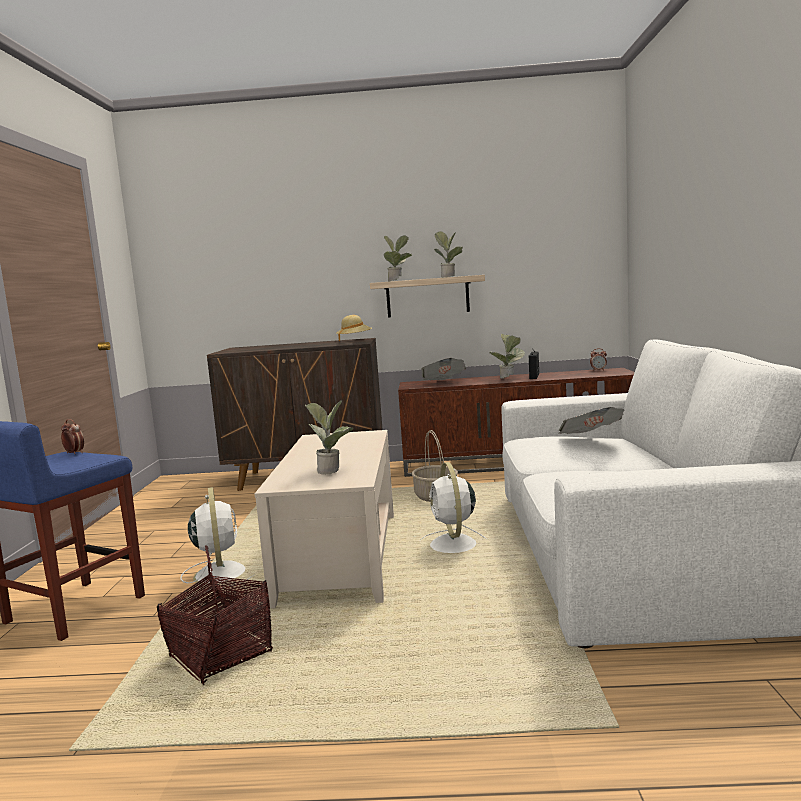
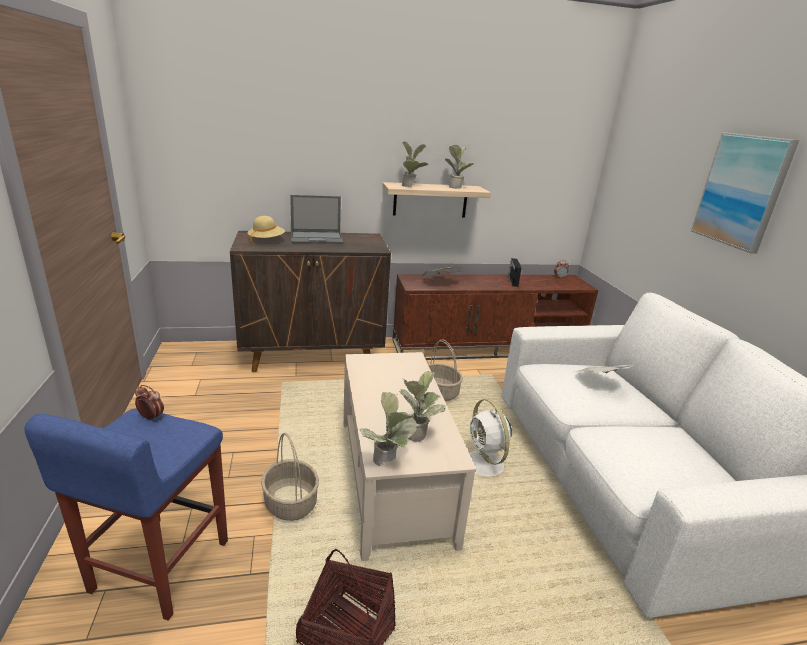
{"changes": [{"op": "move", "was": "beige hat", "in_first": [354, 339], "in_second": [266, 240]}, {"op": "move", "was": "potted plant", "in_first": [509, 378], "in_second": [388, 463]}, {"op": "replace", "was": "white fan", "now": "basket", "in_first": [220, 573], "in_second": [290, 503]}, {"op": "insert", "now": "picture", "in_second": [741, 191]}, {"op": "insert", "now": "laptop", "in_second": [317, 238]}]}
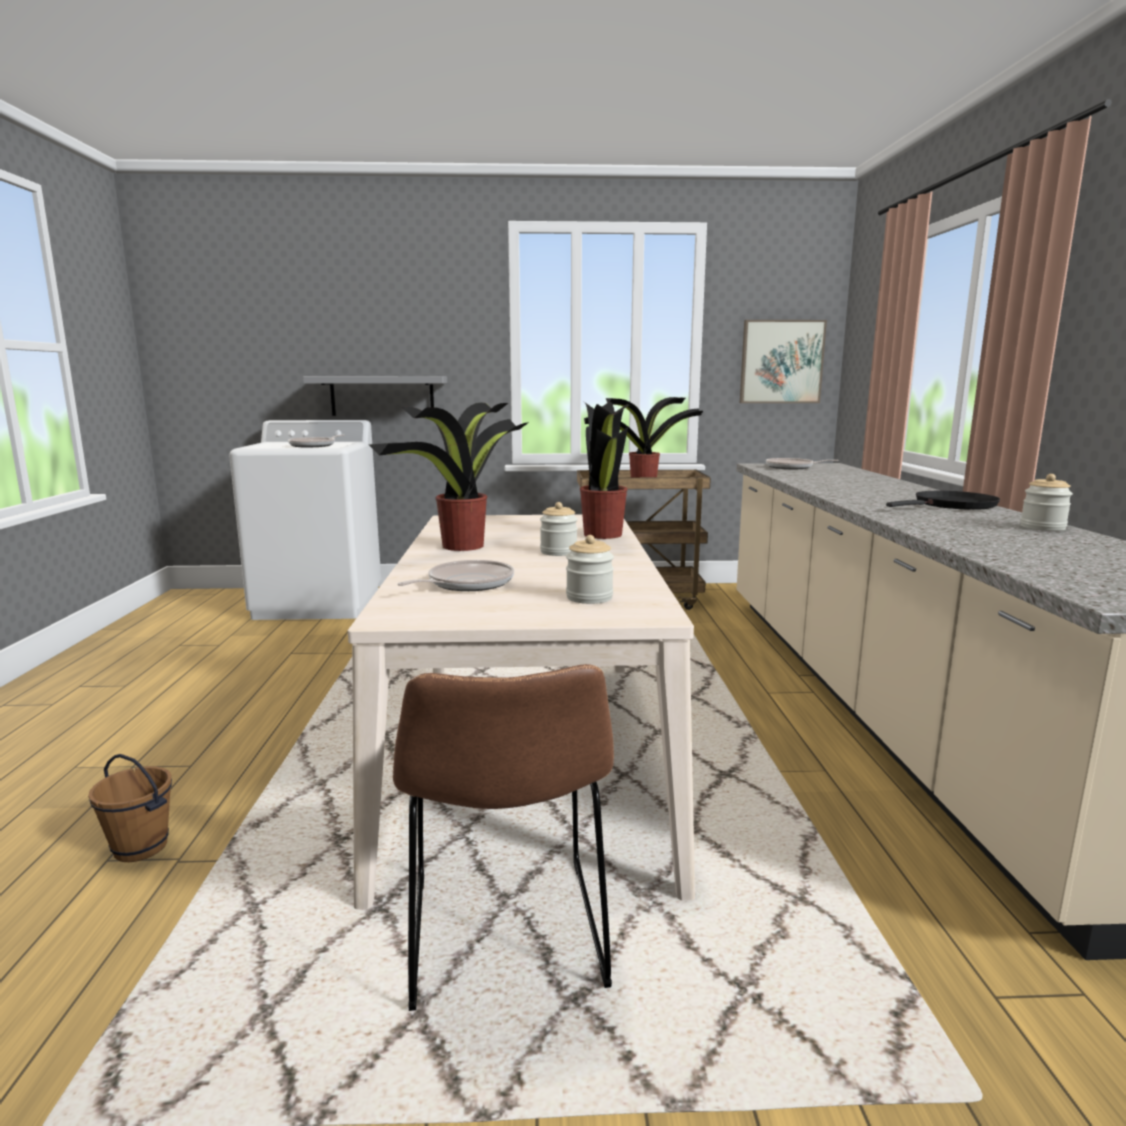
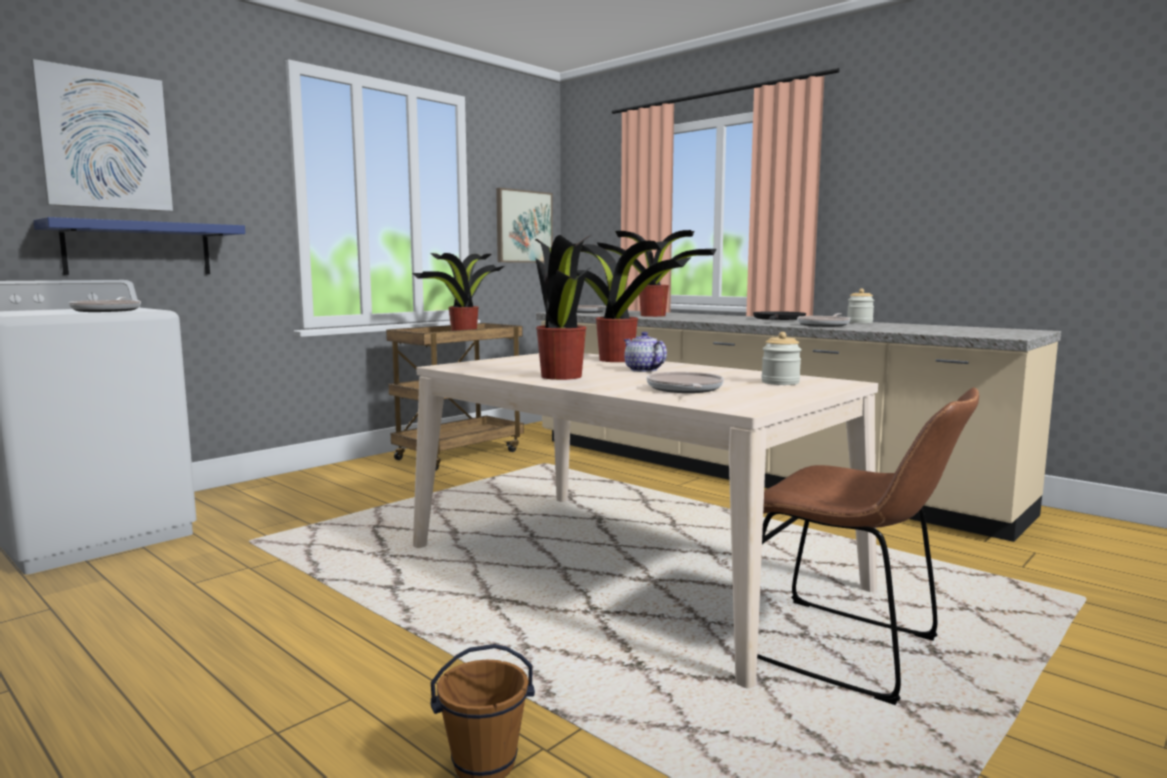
{"changes": [{"op": "recolor", "was": "grey shelf", "now": "blue shelf", "in_first": [382, 396], "in_second": [138, 249]}, {"op": "replace", "was": "jar", "now": "teapot", "in_first": [558, 552], "in_second": [643, 370]}, {"op": "insert", "now": "picture", "in_second": [105, 140]}, {"op": "insert", "now": "potted plant", "in_second": [654, 315]}, {"op": "insert", "now": "frying pan", "in_second": [824, 325]}]}
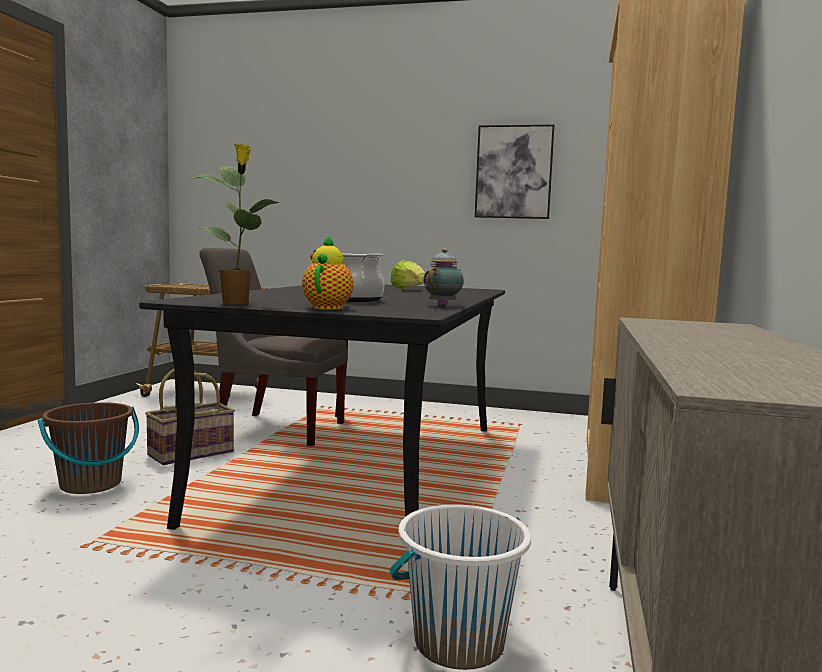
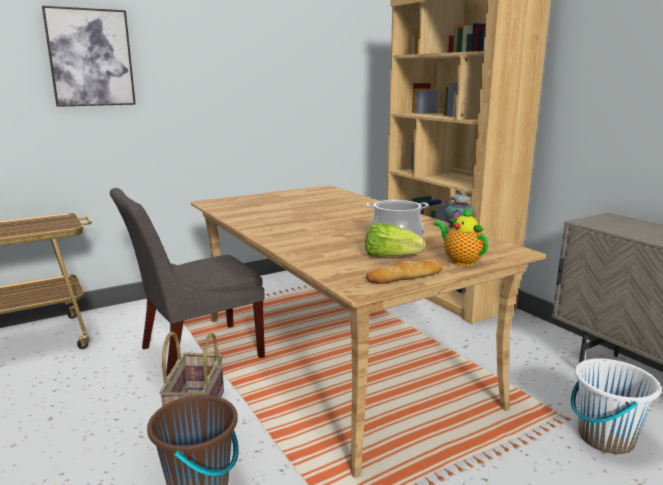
{"changes": [{"op": "move", "was": "picture", "in_first": [514, 172], "in_second": [91, 58]}, {"op": "replace", "was": "potted plant", "now": "bread", "in_first": [237, 303], "in_second": [406, 277]}, {"op": "move", "was": "lettuce", "in_first": [409, 290], "in_second": [390, 257]}, {"op": "recolor", "was": "black dining table", "now": "beige dining table", "in_first": [366, 469], "in_second": [338, 358]}]}
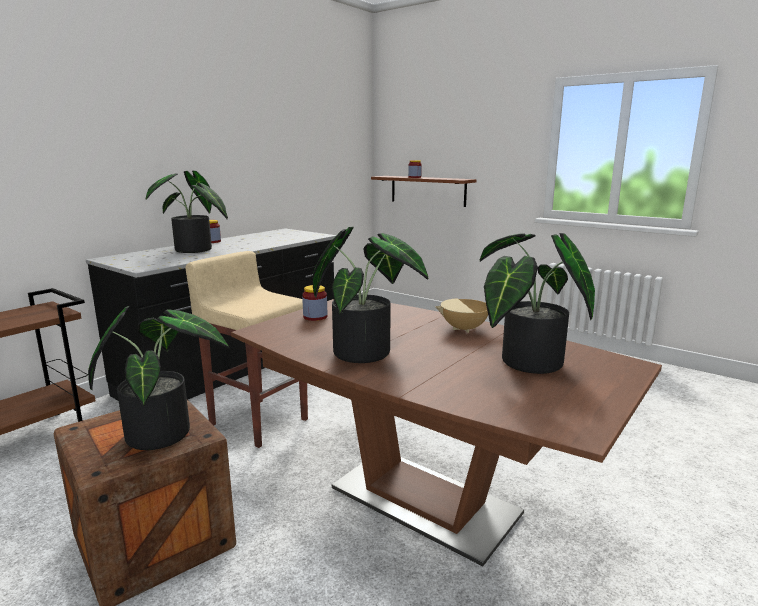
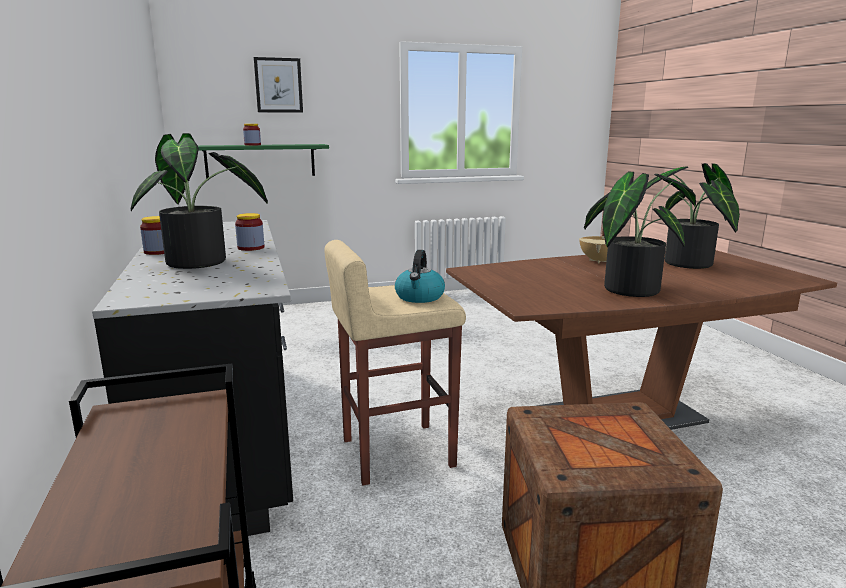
{"changes": [{"op": "recolor", "was": "brown shelf", "now": "green shelf", "in_first": [427, 190], "in_second": [260, 161]}, {"op": "move", "was": "jar", "in_first": [315, 317], "in_second": [251, 248]}, {"op": "delete", "was": "potted plant", "in_first": [164, 431]}, {"op": "insert", "now": "picture", "in_second": [278, 85]}, {"op": "insert", "now": "kettle", "in_second": [419, 297]}]}
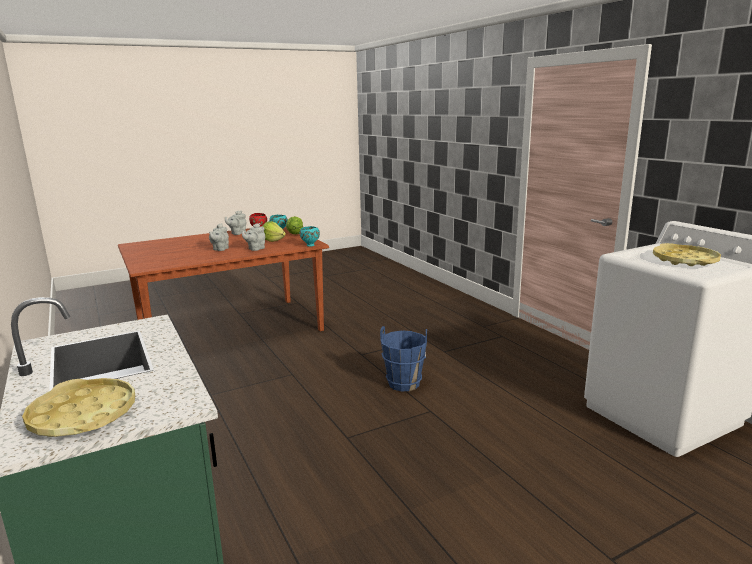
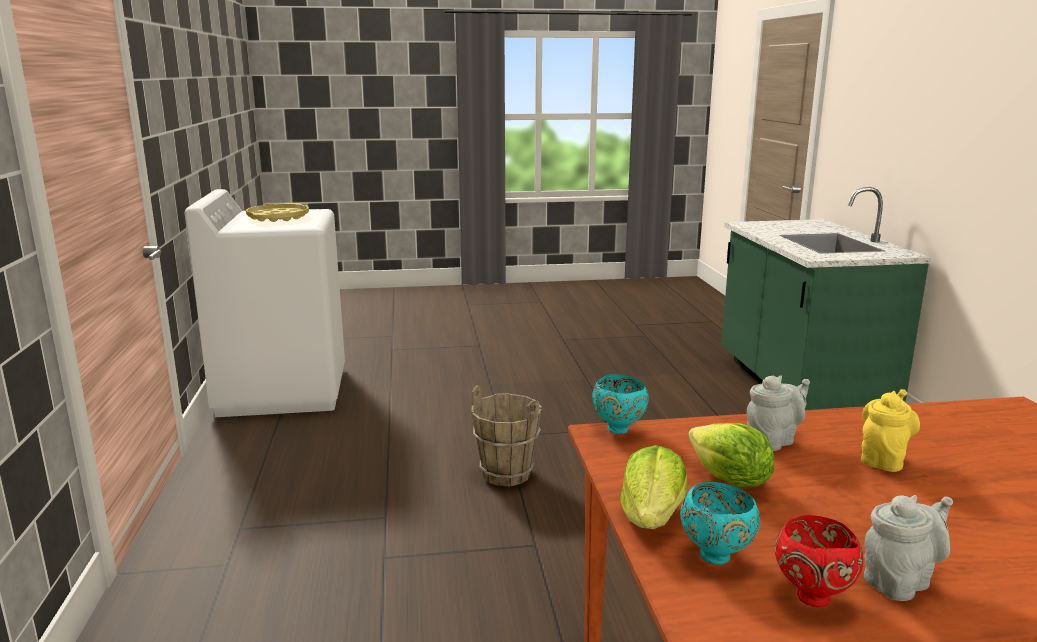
{"changes": [{"op": "recolor", "was": "grey teapot", "now": "yellow teapot", "in_first": [220, 249], "in_second": [883, 459]}, {"op": "recolor", "was": "blue bucket", "now": "brown bucket", "in_first": [404, 384], "in_second": [507, 474]}, {"op": "delete", "was": "yellow tray", "in_first": [83, 415]}]}
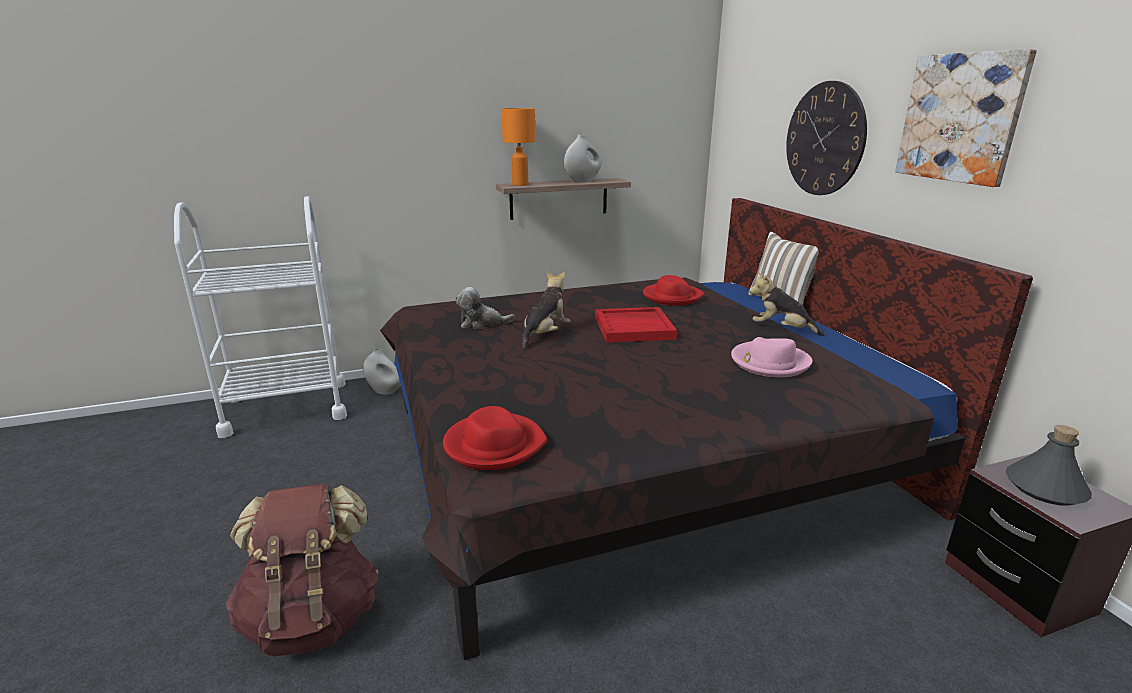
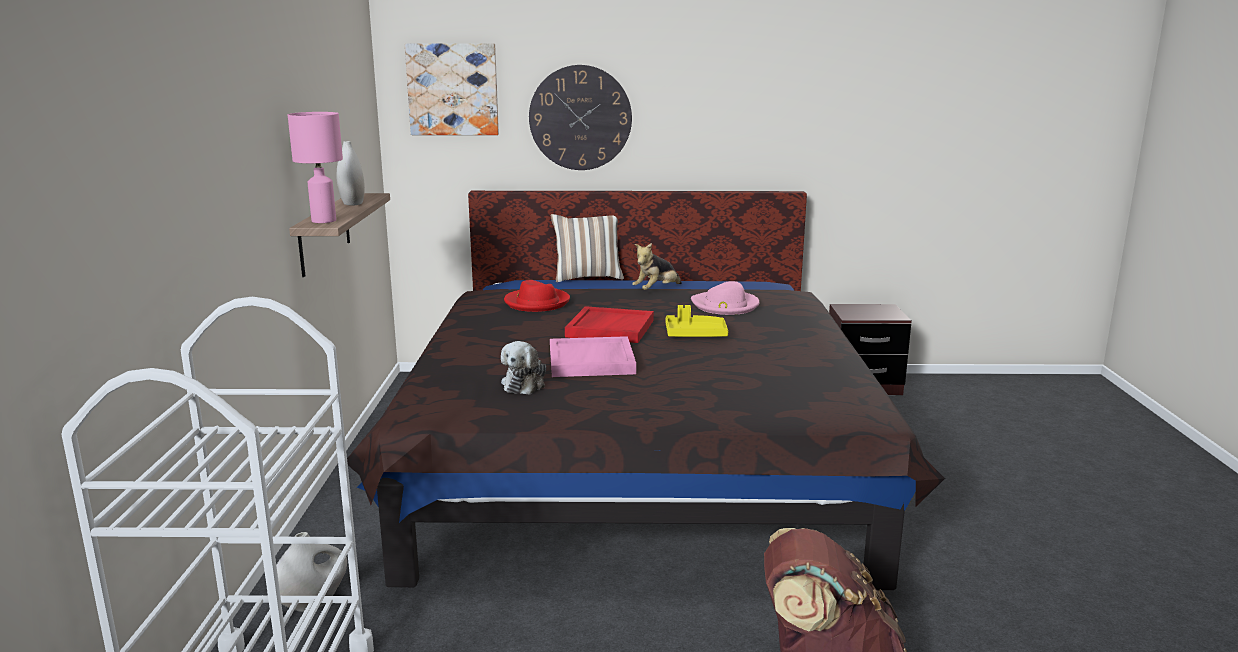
{"changes": [{"op": "move", "was": "picture", "in_first": [961, 118], "in_second": [453, 89]}, {"op": "recolor", "was": "orange table lamp", "now": "pink table lamp", "in_first": [520, 184], "in_second": [324, 221]}, {"op": "replace", "was": "plush toy", "now": "pink tray", "in_first": [545, 334], "in_second": [592, 361]}, {"op": "delete", "was": "red hat", "in_first": [494, 445]}, {"op": "delete", "was": "grey bottle", "in_first": [1044, 488]}, {"op": "insert", "now": "yellow tray", "in_second": [695, 335]}]}
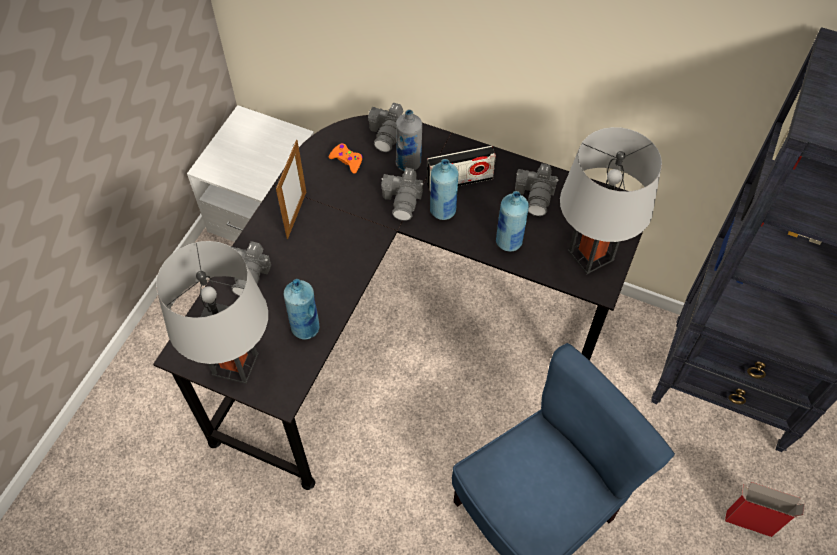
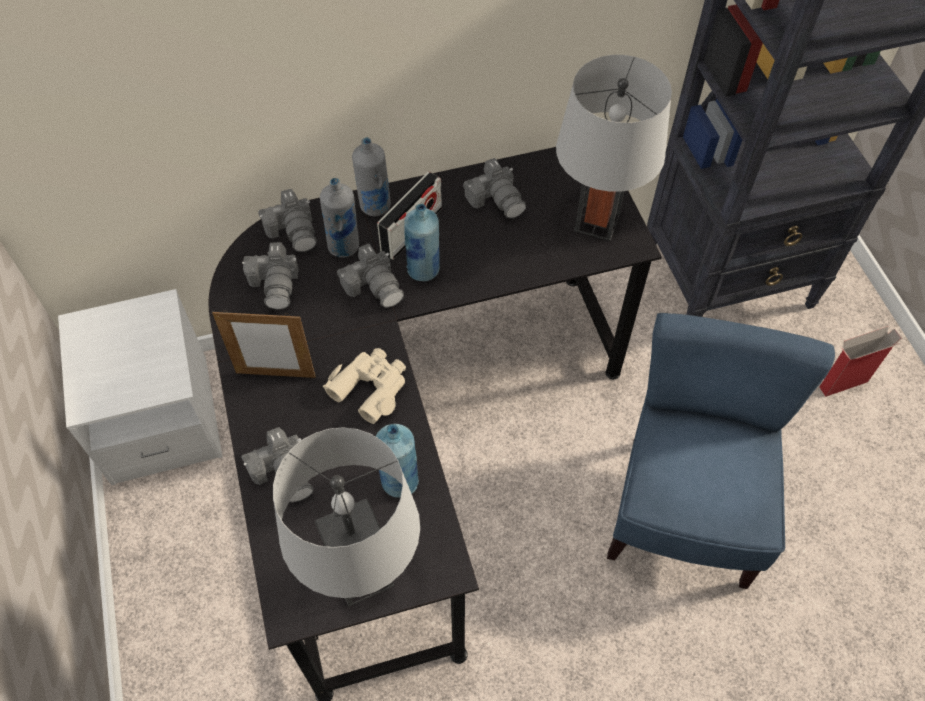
{"changes": [{"op": "rotate", "was": "picture frame", "in_first": [296, 215], "in_second": [275, 374], "clockwise": 120}, {"op": "replace", "was": "orange game controller", "now": "photo camera", "in_first": [347, 160], "in_second": [276, 284]}, {"op": "delete", "was": "blue bottle", "in_first": [508, 242]}, {"op": "insert", "now": "grey bottle", "in_second": [374, 206]}, {"op": "insert", "now": "beige binoculars", "in_second": [370, 387]}]}
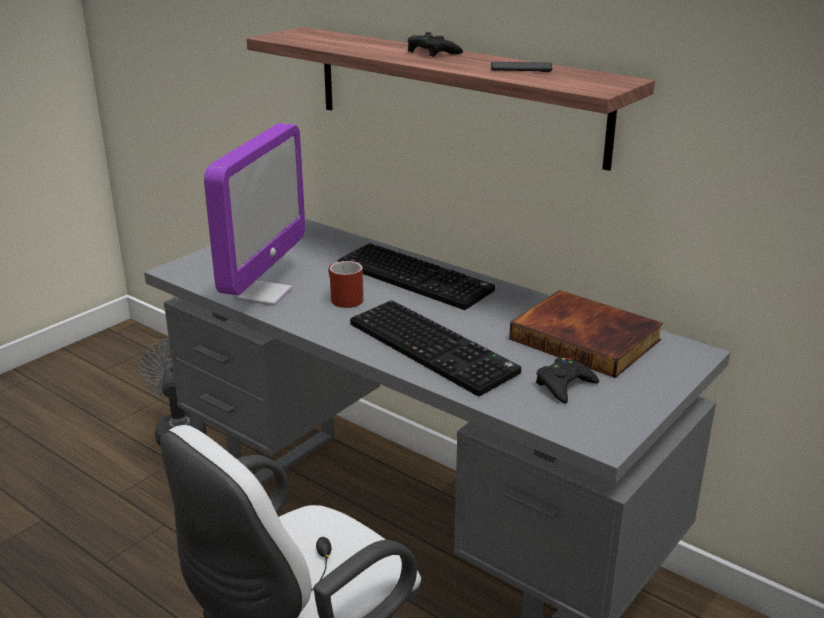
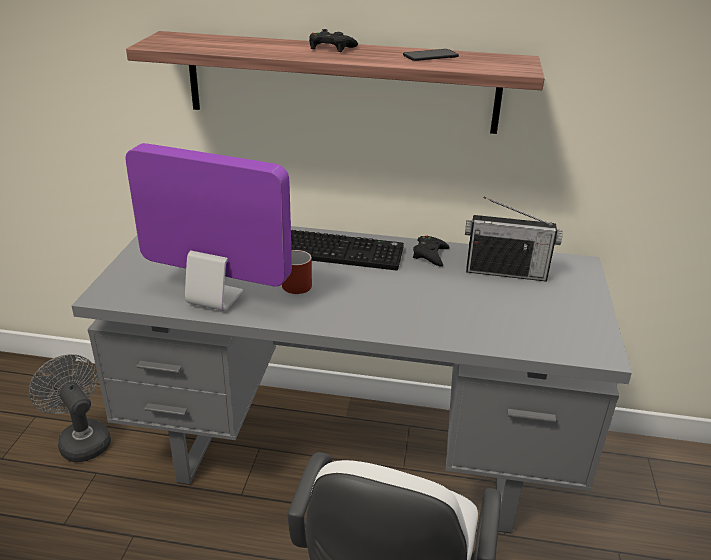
{"changes": [{"op": "rotate", "was": "monitor", "in_first": [262, 294], "in_second": [215, 299], "clockwise": -60}, {"op": "replace", "was": "book", "now": "radio", "in_first": [587, 339], "in_second": [506, 272]}, {"op": "delete", "was": "keyboard", "in_first": [435, 348]}, {"op": "move", "was": "black game controller", "in_first": [564, 385], "in_second": [430, 255]}]}
